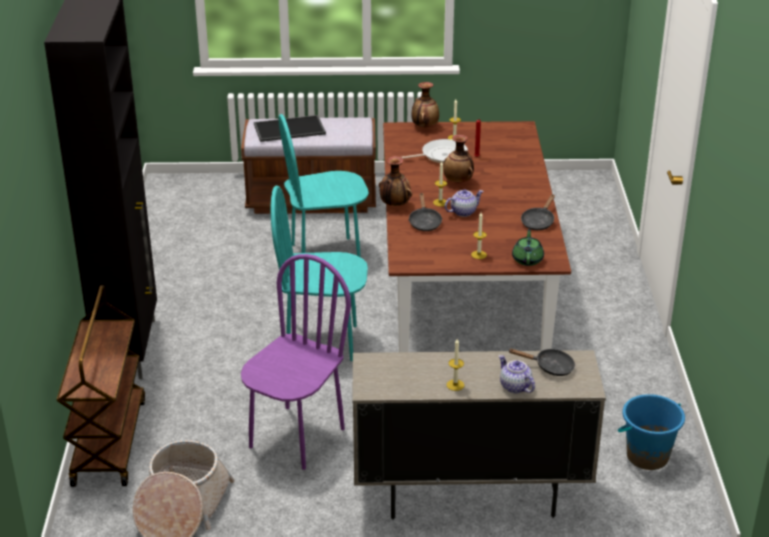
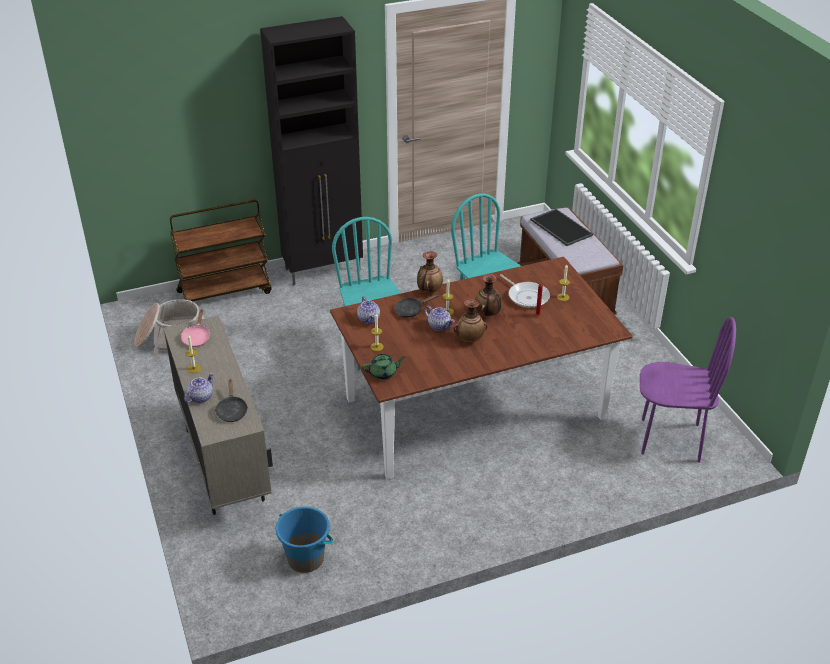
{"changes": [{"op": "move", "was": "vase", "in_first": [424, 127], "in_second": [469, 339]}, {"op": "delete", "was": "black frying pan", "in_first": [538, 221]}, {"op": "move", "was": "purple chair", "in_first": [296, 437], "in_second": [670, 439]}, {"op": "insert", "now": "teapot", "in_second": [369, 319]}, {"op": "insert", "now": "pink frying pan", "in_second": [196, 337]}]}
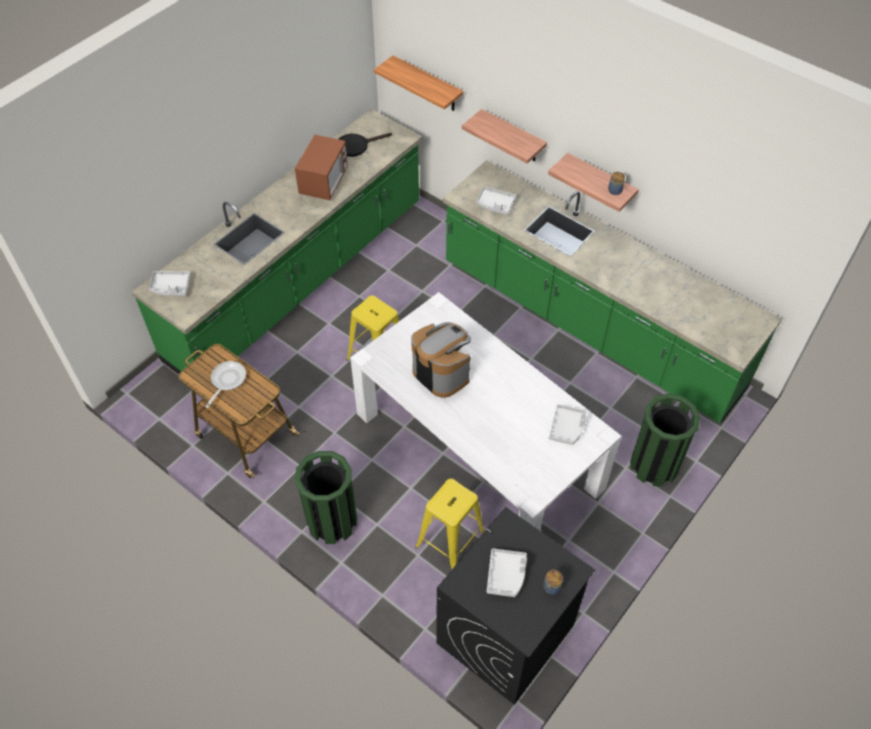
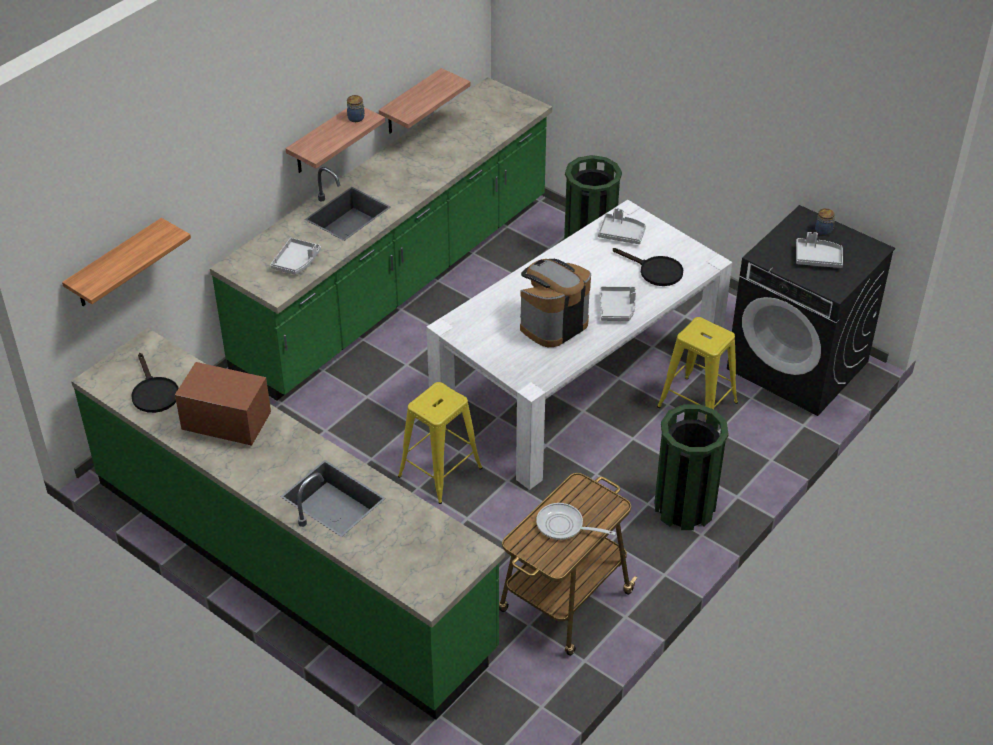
{"changes": [{"op": "move", "was": "shelf", "in_first": [512, 137], "in_second": [411, 103]}, {"op": "move", "was": "grey tray", "in_first": [171, 287], "in_second": [617, 309]}, {"op": "insert", "now": "black frying pan", "in_second": [655, 271]}]}
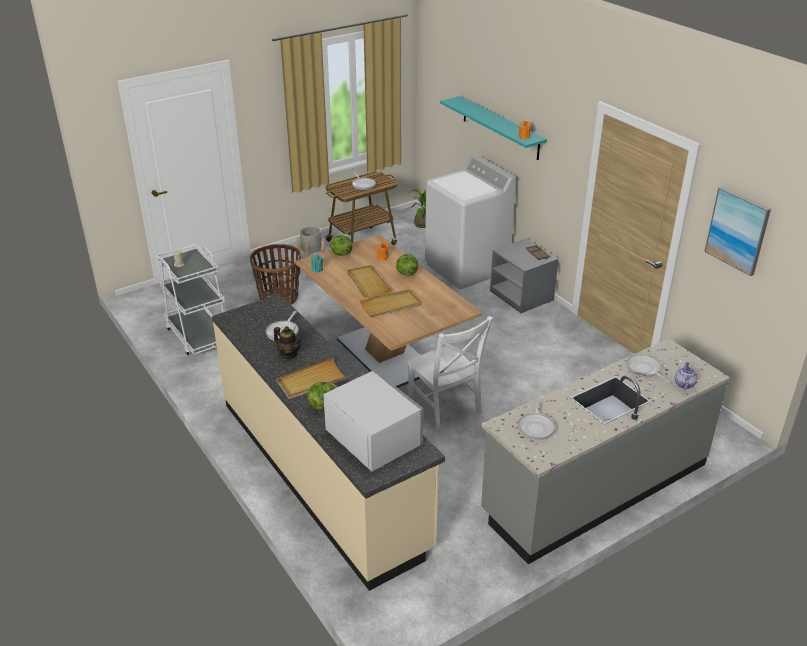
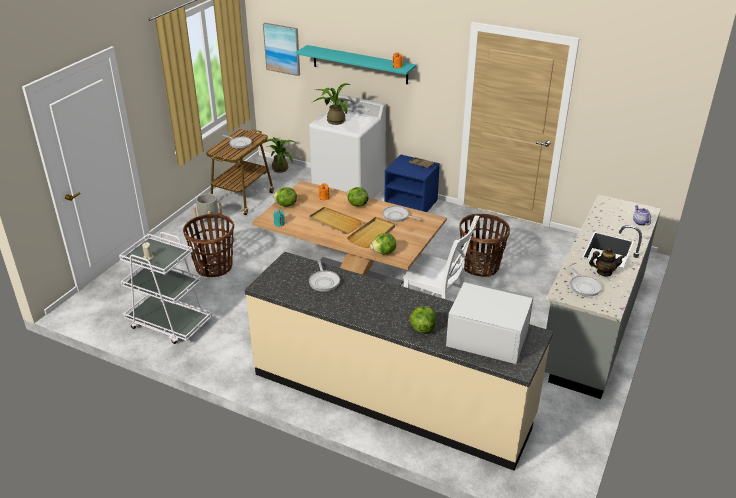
{"changes": [{"op": "move", "was": "picture", "in_first": [737, 230], "in_second": [282, 49]}, {"op": "recolor", "was": "grey nightstand", "now": "blue nightstand", "in_first": [522, 296], "in_second": [411, 203]}, {"op": "move", "was": "teapot", "in_first": [289, 354], "in_second": [604, 272]}, {"op": "move", "was": "frying pan", "in_first": [644, 369], "in_second": [397, 216]}, {"op": "delete", "was": "beige tray", "in_first": [311, 381]}, {"op": "insert", "now": "potted plant", "in_second": [334, 120]}, {"op": "insert", "now": "basket", "in_second": [480, 267]}, {"op": "insert", "now": "lettuce", "in_second": [384, 252]}]}
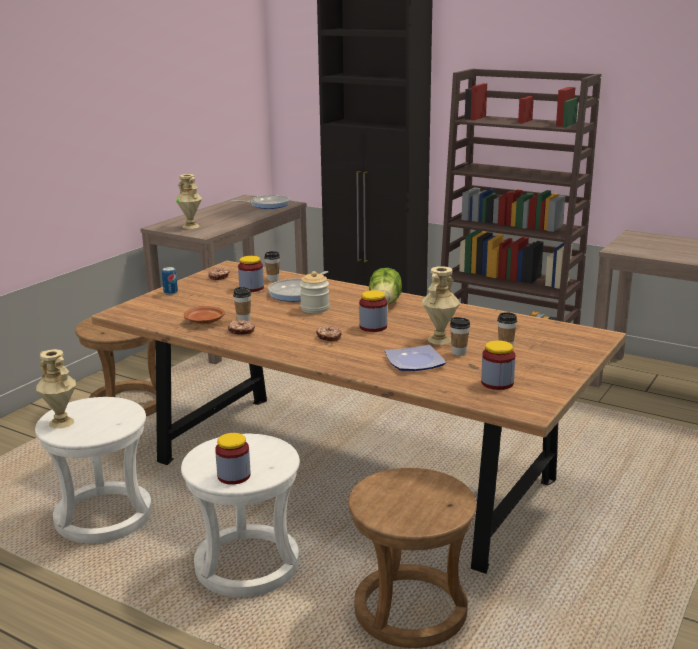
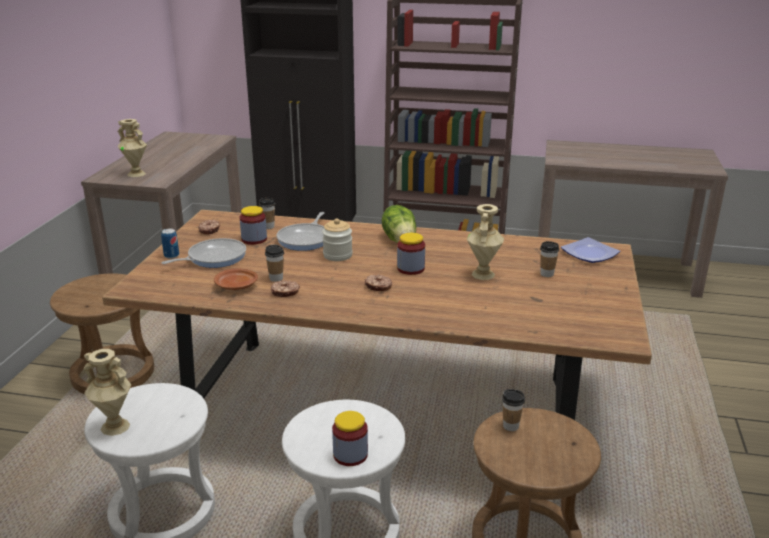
{"changes": [{"op": "move", "was": "frying pan", "in_first": [267, 205], "in_second": [214, 258]}, {"op": "move", "was": "cup", "in_first": [459, 353], "in_second": [511, 426]}, {"op": "delete", "was": "jar", "in_first": [497, 383]}, {"op": "move", "was": "plate", "in_first": [414, 363], "in_second": [589, 254]}]}
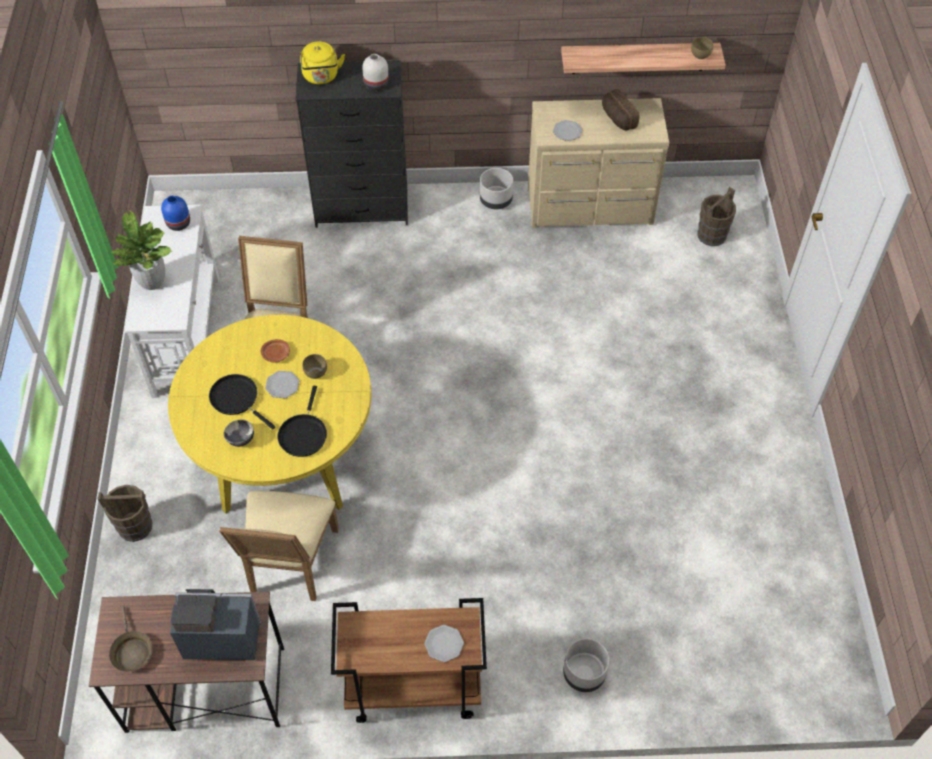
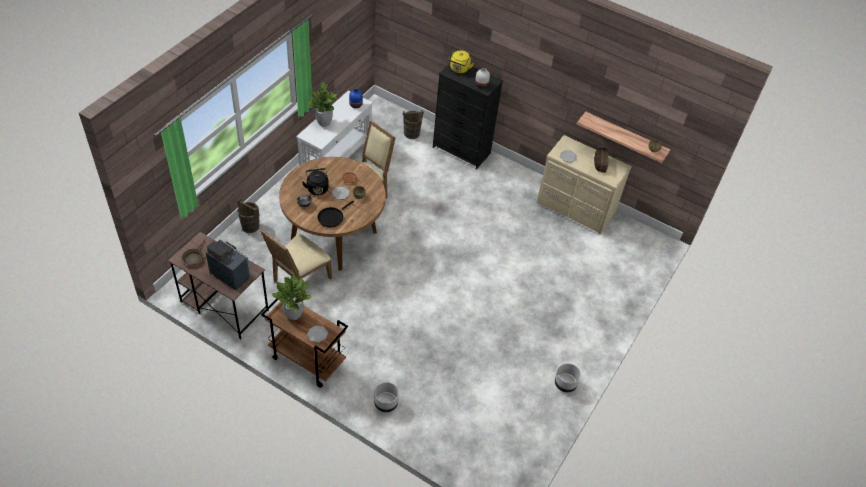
{"changes": [{"op": "move", "was": "grey planter", "in_first": [496, 200], "in_second": [565, 384]}, {"op": "move", "was": "brown bucket", "in_first": [711, 235], "in_second": [411, 133]}, {"op": "recolor", "was": "yellow dining table", "now": "brown dining table", "in_first": [285, 460], "in_second": [334, 237]}, {"op": "replace", "was": "black frying pan", "now": "black kettle", "in_first": [237, 399], "in_second": [317, 188]}, {"op": "insert", "now": "potted plant", "in_second": [294, 314]}]}
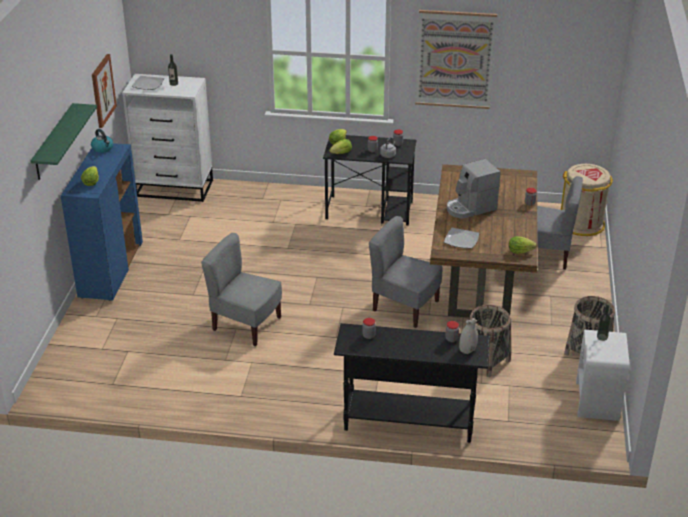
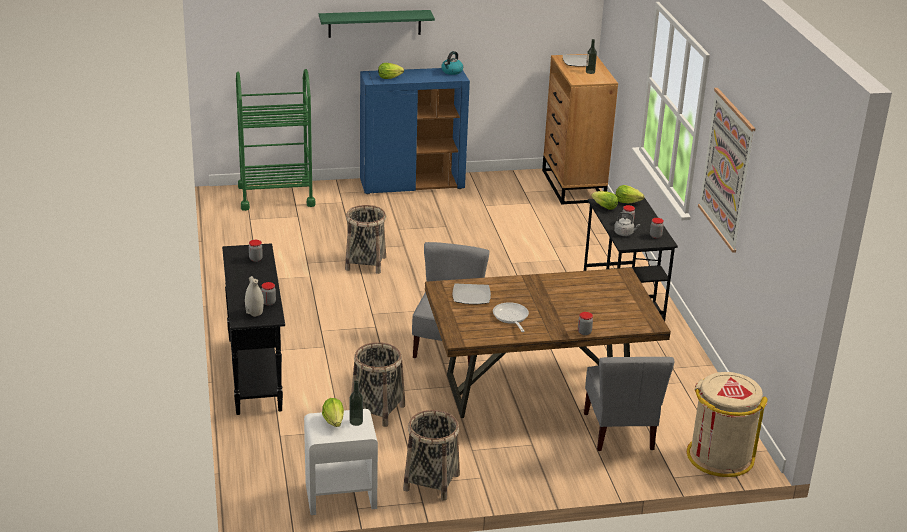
{"changes": [{"op": "delete", "was": "picture", "in_first": [102, 90]}, {"op": "recolor", "was": "white dresser", "now": "brown dresser", "in_first": [175, 188], "in_second": [573, 186]}, {"op": "delete", "was": "coffee machine", "in_first": [470, 208]}, {"op": "replace", "was": "grey chair", "now": "basket", "in_first": [246, 325], "in_second": [366, 263]}, {"op": "move", "was": "lettuce", "in_first": [520, 251], "in_second": [334, 421]}, {"op": "insert", "now": "green cart", "in_second": [276, 196]}, {"op": "insert", "now": "frying pan", "in_second": [511, 317]}]}
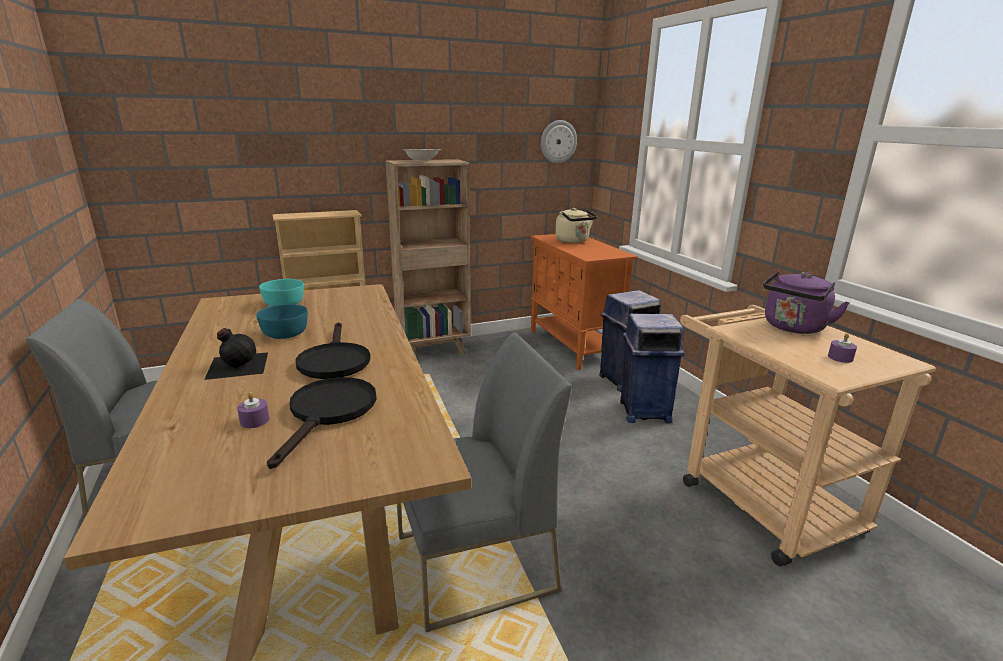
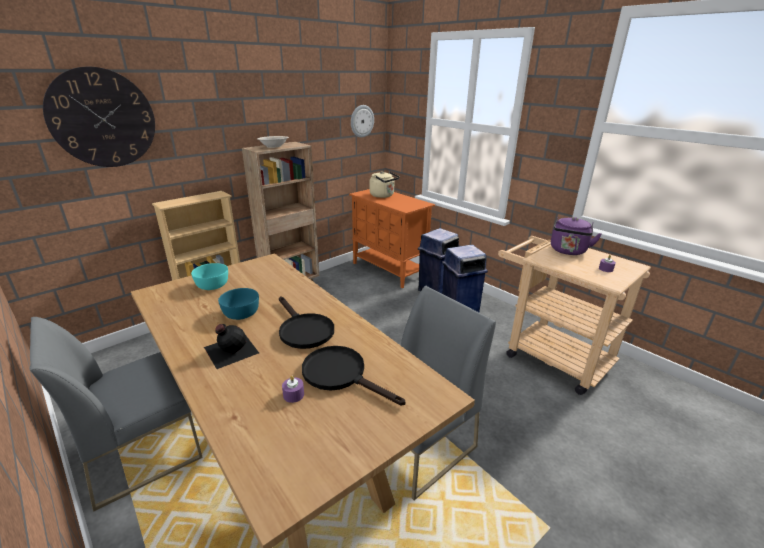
{"changes": [{"op": "rotate", "was": "black frying pan", "in_first": [329, 413], "in_second": [341, 375], "clockwise": -45}, {"op": "insert", "now": "wall clock", "in_second": [103, 118]}]}
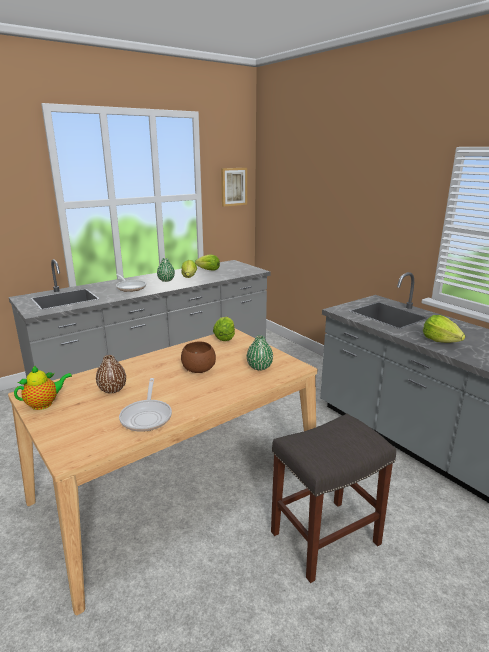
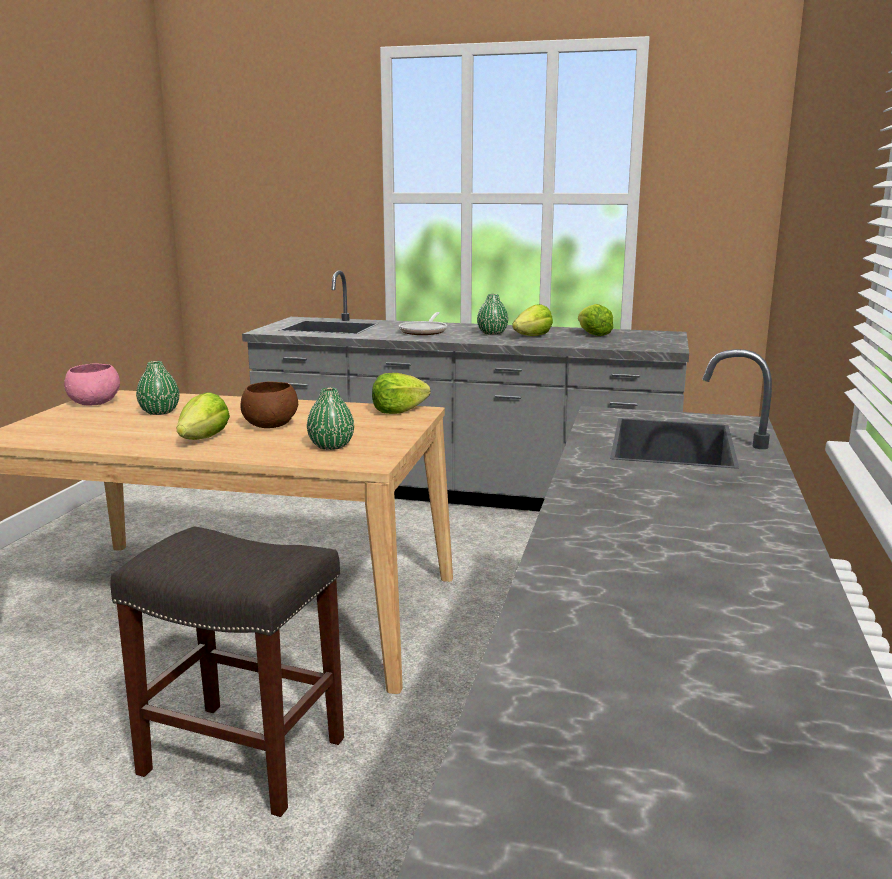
{"changes": [{"op": "delete", "was": "picture", "in_first": [233, 186]}, {"op": "move", "was": "lettuce", "in_first": [440, 341], "in_second": [203, 439]}, {"op": "recolor", "was": "brown vase", "now": "green vase", "in_first": [112, 389], "in_second": [159, 412]}, {"op": "replace", "was": "teapot", "now": "pink bowl", "in_first": [44, 404], "in_second": [93, 403]}, {"op": "delete", "was": "frying pan", "in_first": [147, 416]}]}
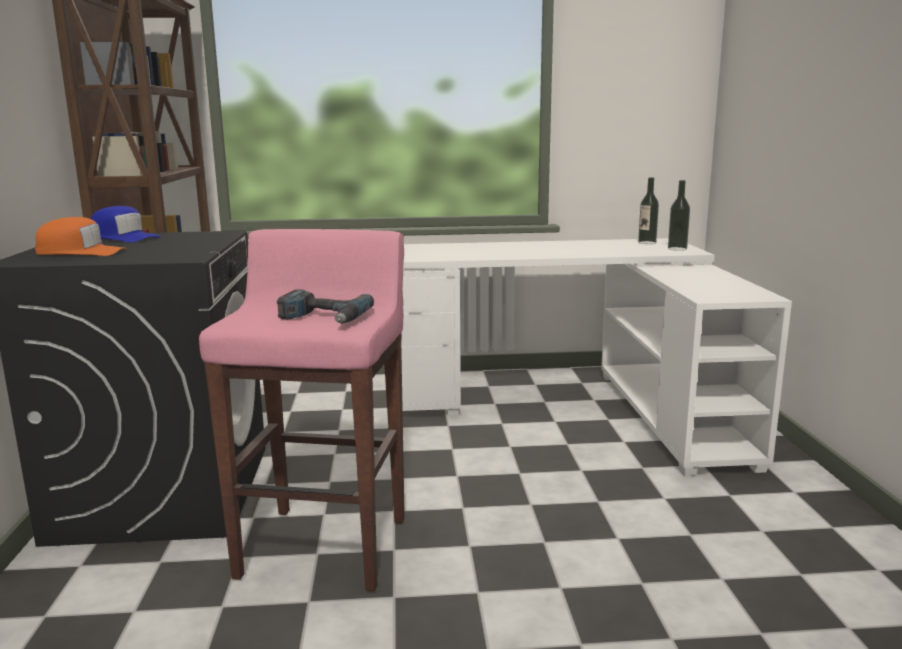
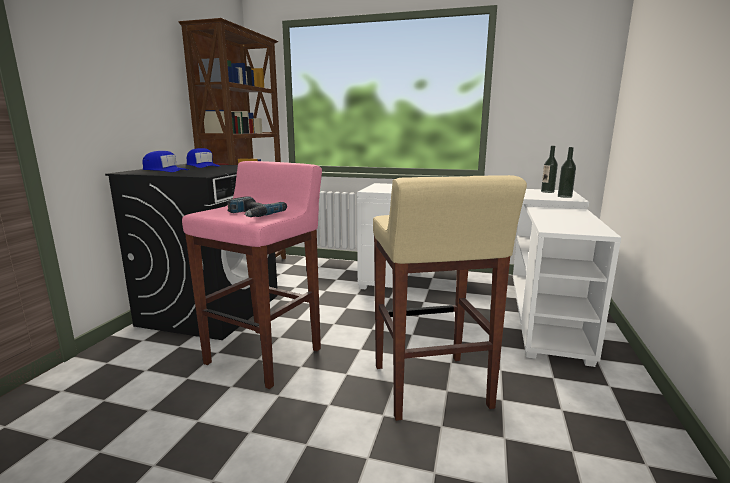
{"changes": [{"op": "recolor", "was": "orange cap", "now": "blue cap", "in_first": [81, 252], "in_second": [165, 170]}, {"op": "insert", "now": "beige stool", "in_second": [430, 387]}]}
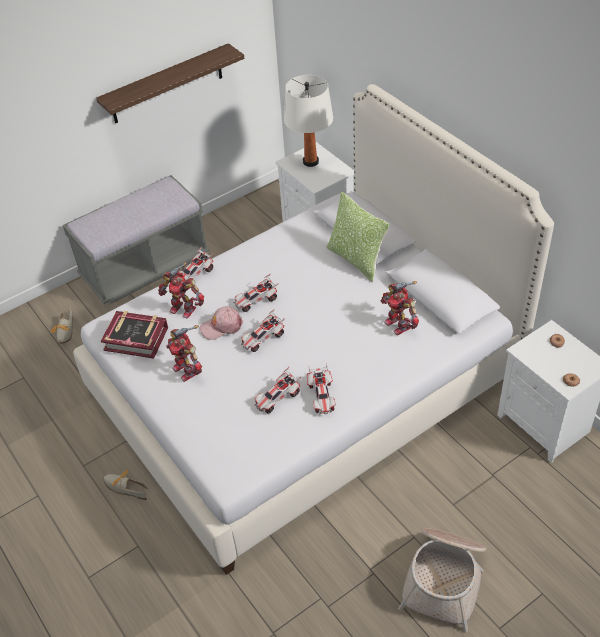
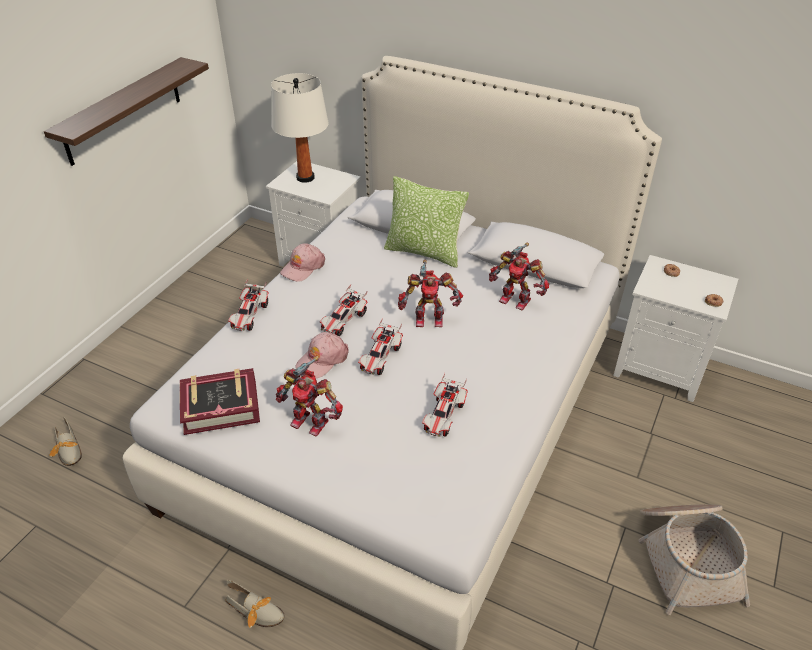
{"changes": [{"op": "delete", "was": "grey bench", "in_first": [145, 267]}, {"op": "move", "was": "toy robot", "in_first": [184, 308], "in_second": [429, 318]}, {"op": "delete", "was": "toy car", "in_first": [322, 396]}, {"op": "rotate", "was": "shoe", "in_first": [125, 487], "in_second": [257, 611], "clockwise": -150}, {"op": "insert", "now": "pink cap", "in_second": [303, 267]}]}
